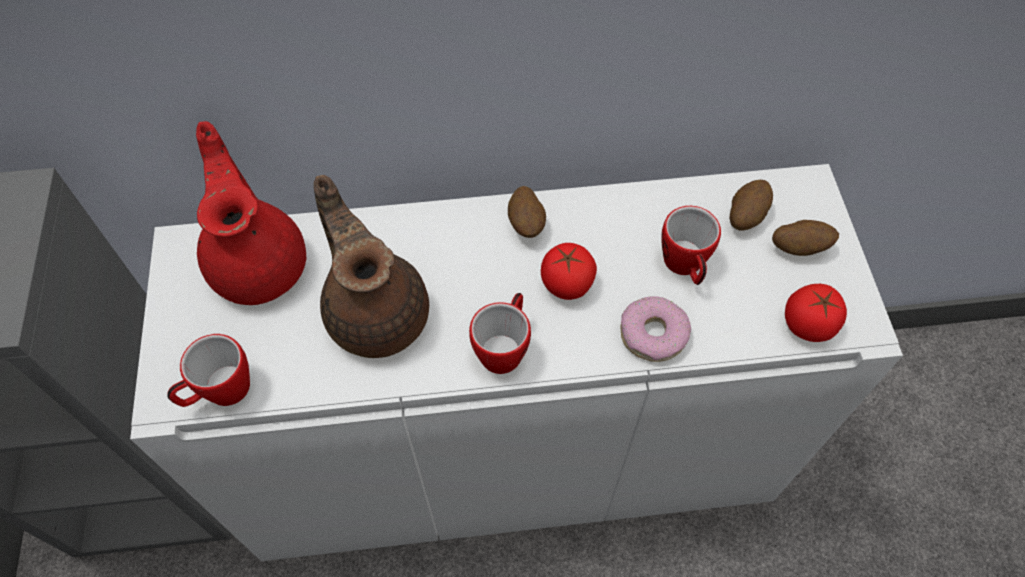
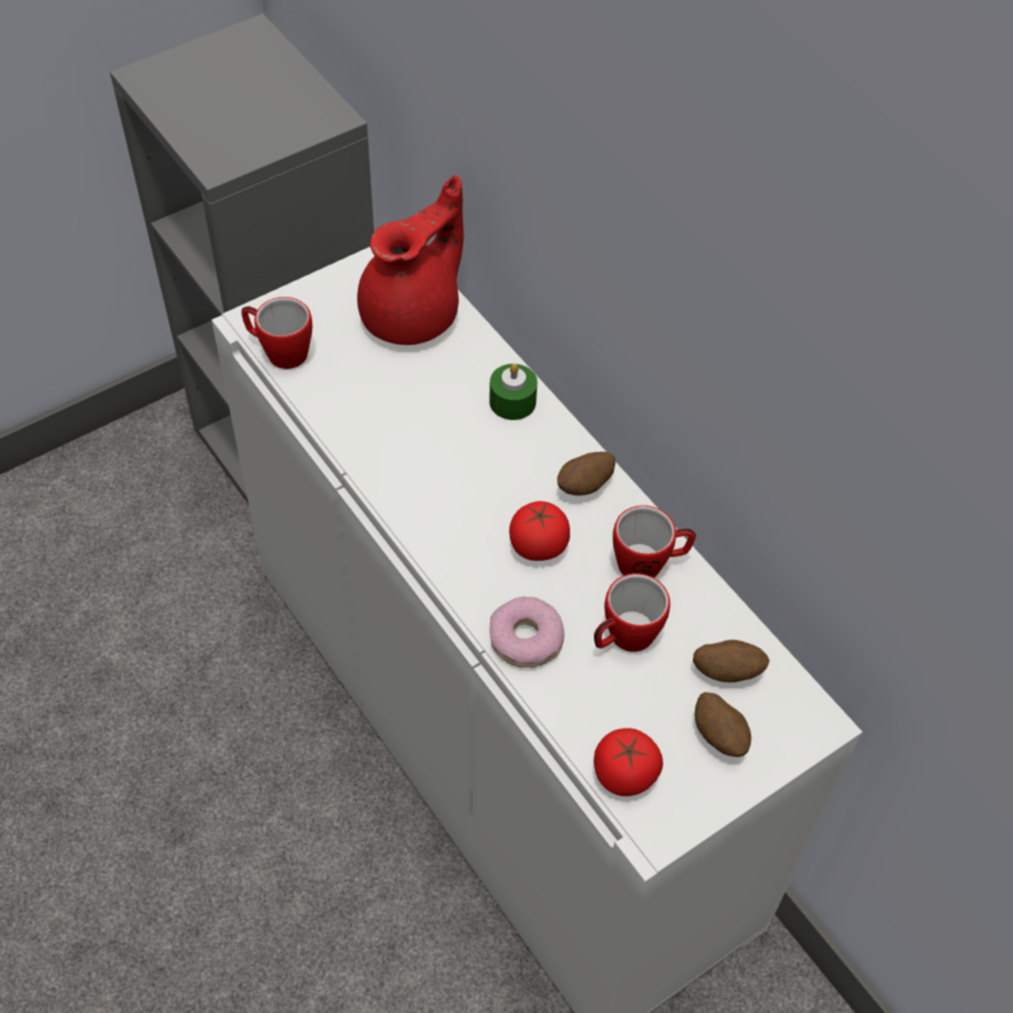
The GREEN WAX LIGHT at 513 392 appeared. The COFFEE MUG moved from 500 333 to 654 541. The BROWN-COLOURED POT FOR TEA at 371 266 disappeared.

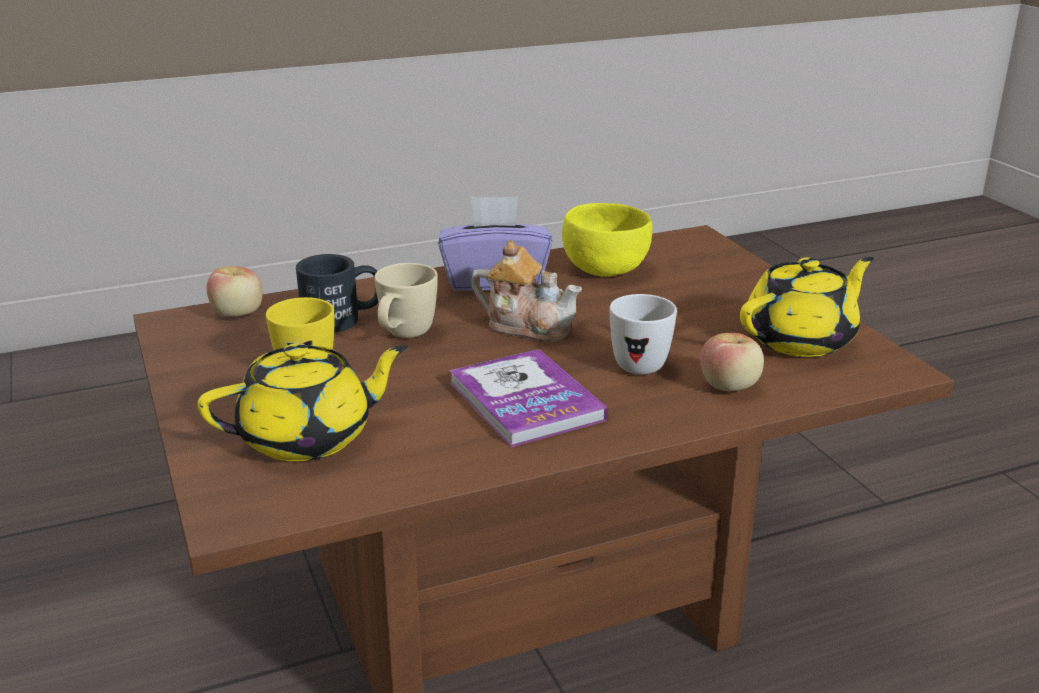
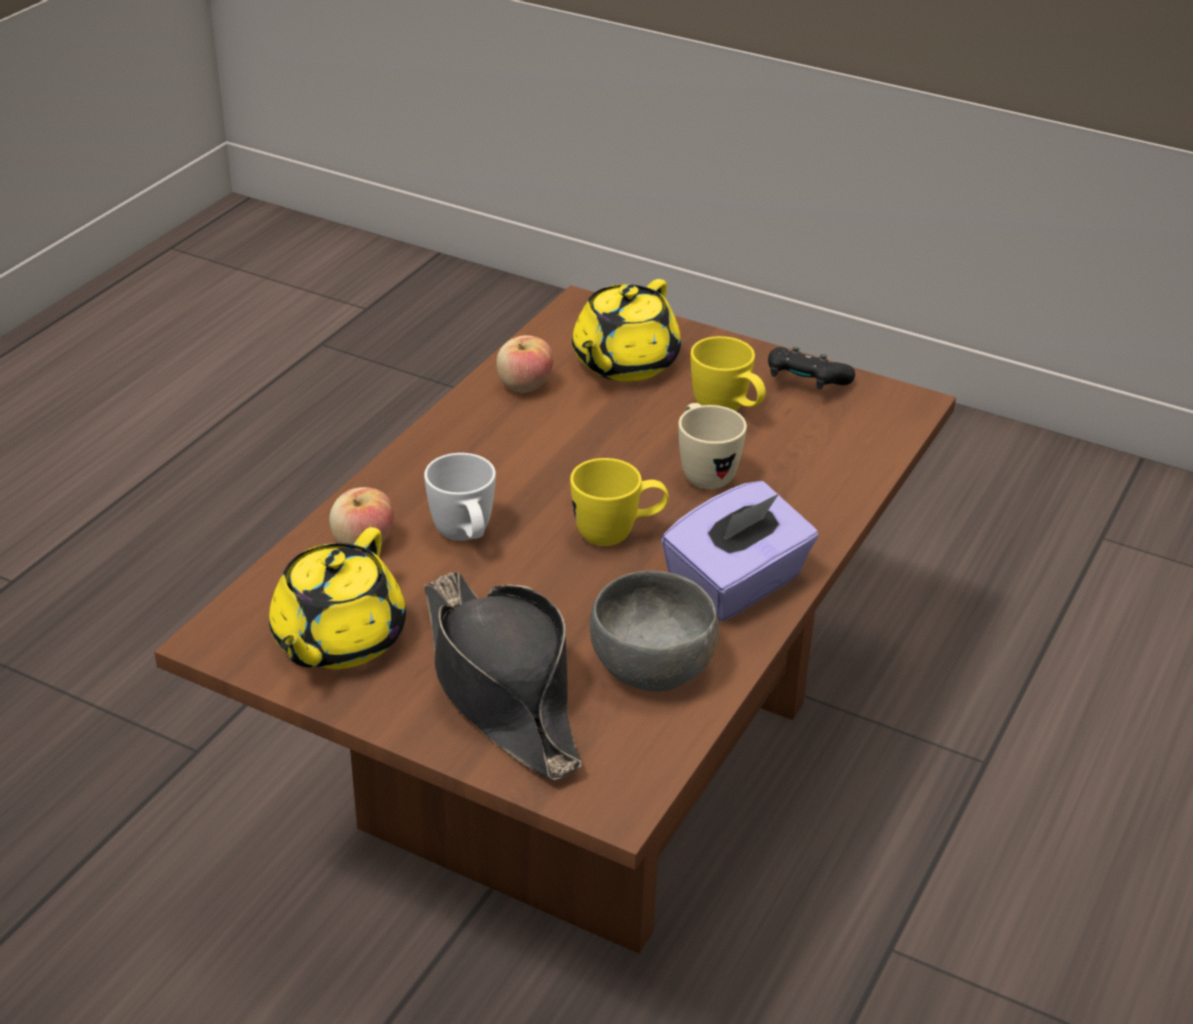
The BLACK-COLOURED CLOTHING HAT at 503 675 appeared. The APPLE FRUIT moved from 235 291 to 525 364. The POT FOR TEA at 526 291 was replaced by the YELLOWISH COFFEE MUG at 619 502. The YELLOWISH BOWL at 607 240 became the GREY BOWL at 654 631. The BLACK-COLOURED JOYPAD at 811 368 appeared. The BLACK-COLOURED COFFEE MUG at 337 293 disappeared. The VOLUME at 528 398 disappeared.

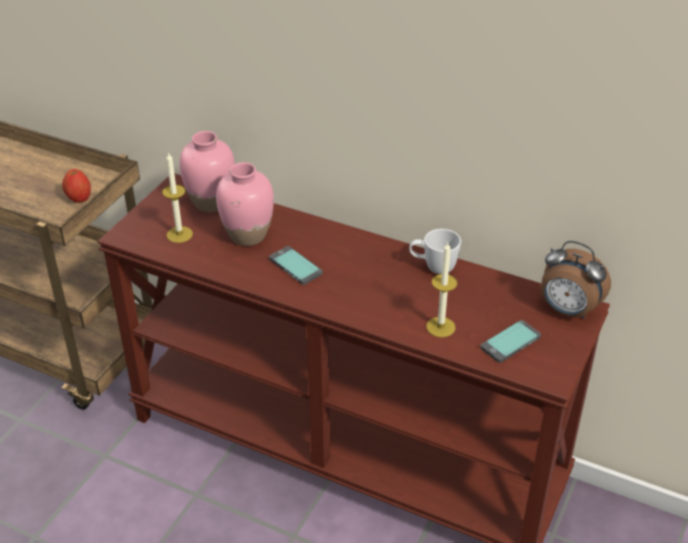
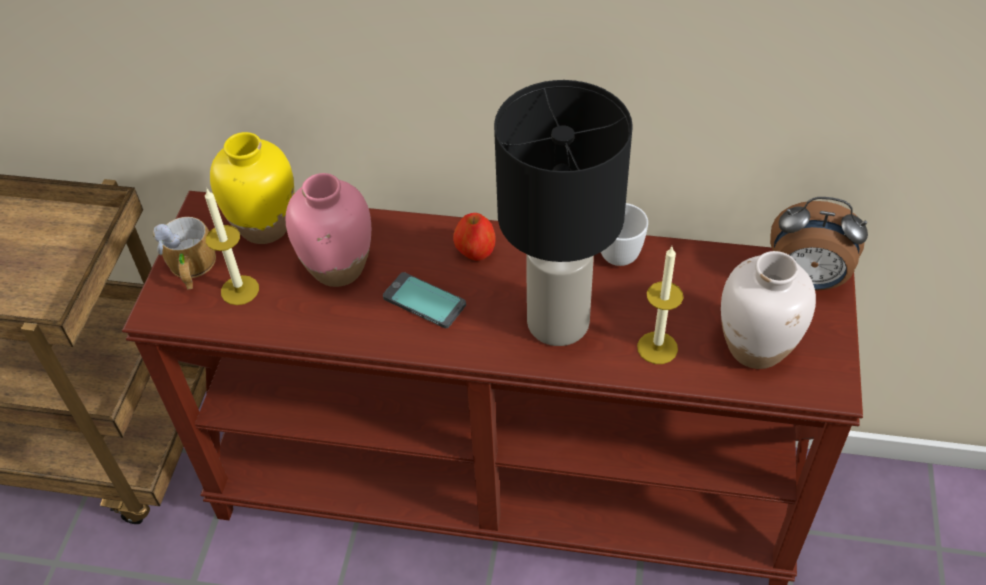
The COFFEE MUG at 184 253 appeared. The PINK-COLOURED DECORATIVE VASE at 207 171 became the YELLOWISH DECORATIVE VASE at 252 188. The APPLE FRUIT moved from 76 186 to 474 237. The BLACK-COLOURED LAMP FOR A TABLE at 563 213 appeared. The TELEPHONE at 510 341 was replaced by the WHITE-COLOURED DECORATIVE VASE at 768 310.

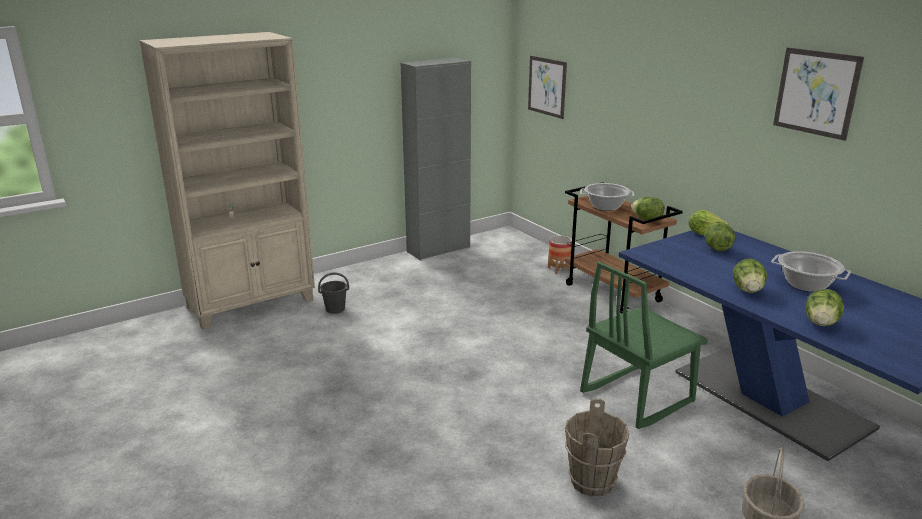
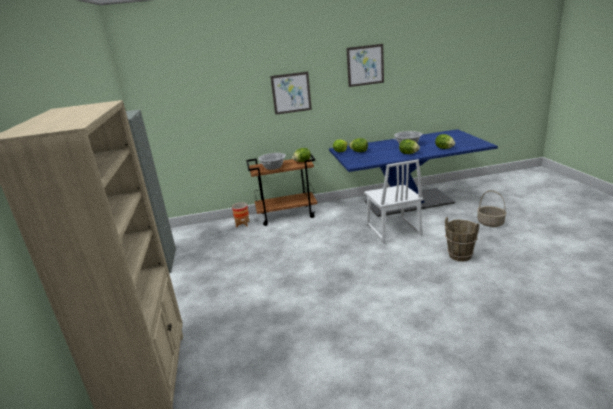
The PICTURE moved from 547 87 to 291 93. The GREEN UPRIGHT CHAIR at 644 345 became the WHITE-COLOURED UPRIGHT CHAIR at 393 201. The GREY BUCKET at 333 293 disappeared.

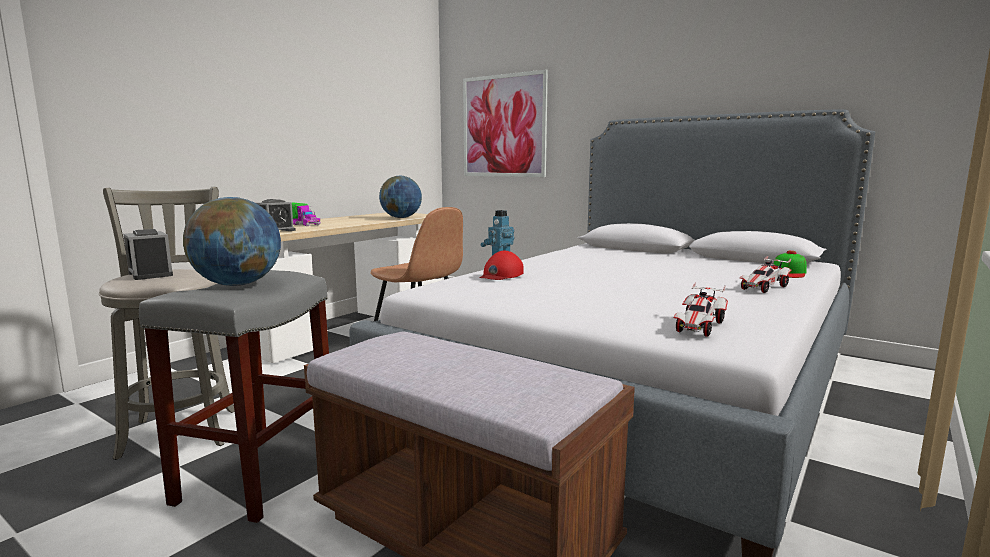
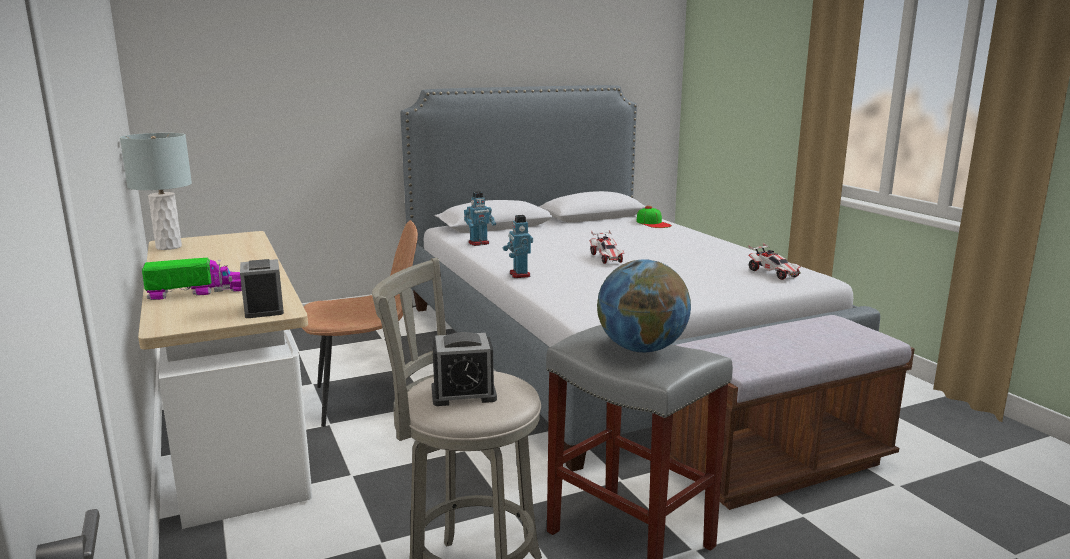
The GREY LAMP FOR A TABLE at 156 191 appeared. The TOY ROBOT at 480 218 appeared. The MODEL CAR moved from 766 274 to 606 247. The WORLD GLOBE at 400 197 disappeared. The PICTURE at 505 123 disappeared. The RED-COLOURED BASEBALL CAP at 502 265 disappeared.

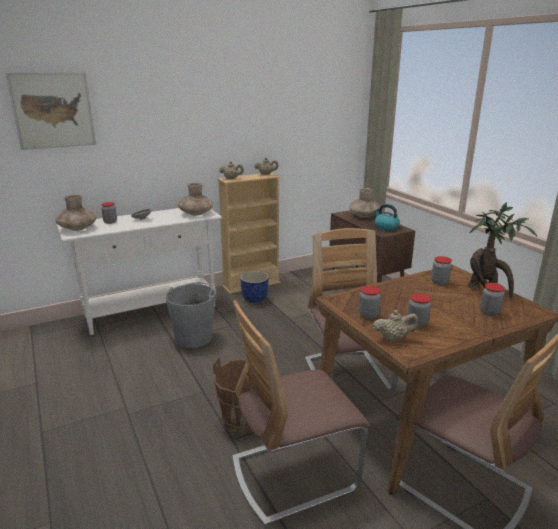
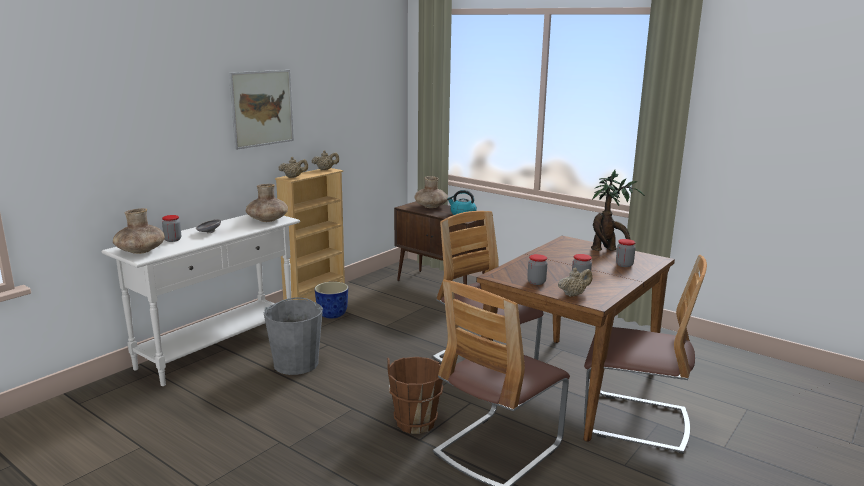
The PICTURE moved from 50 111 to 261 110. The PRESERVE JAR at 441 270 disappeared.

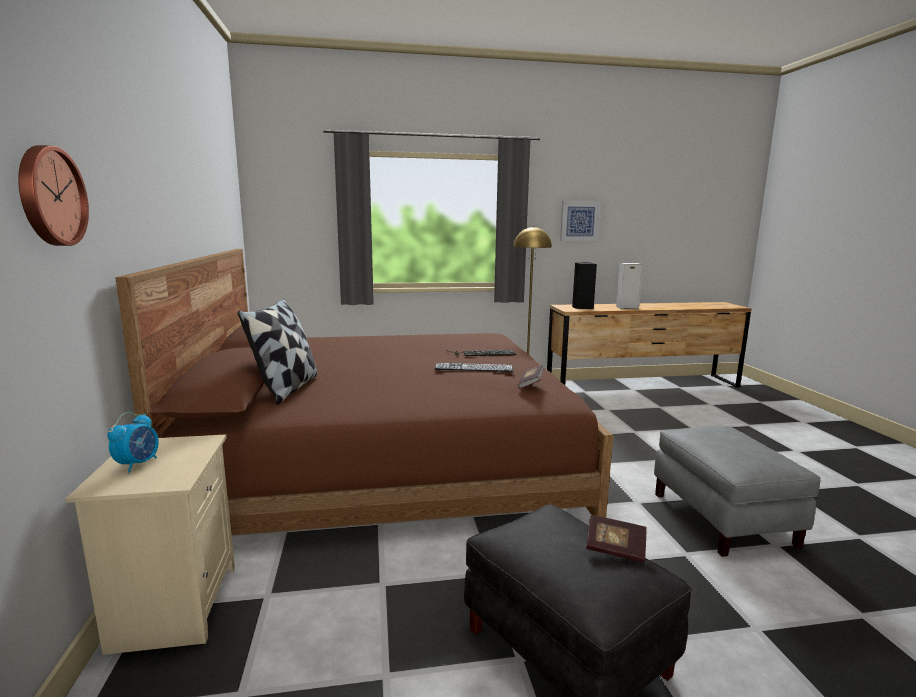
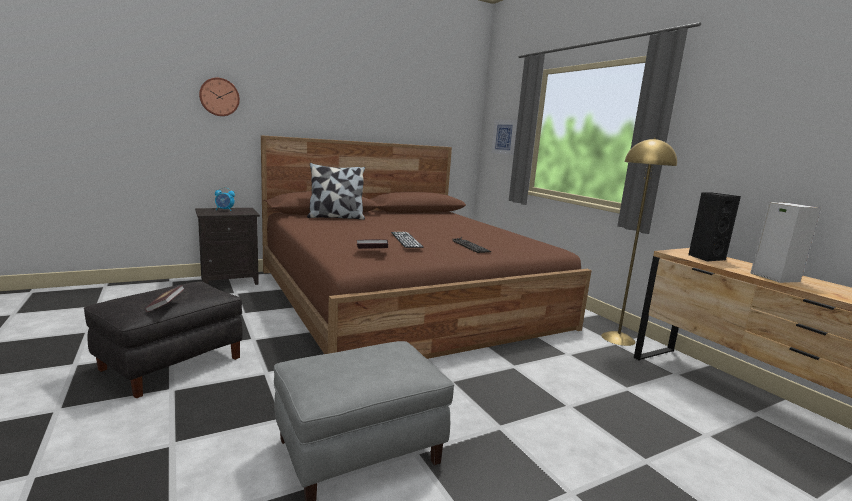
The SAND-COLOURED NIGHT TABLE at 150 544 became the BLACK-COLOURED NIGHT TABLE at 227 246. The PICTURE moved from 580 221 to 504 137.

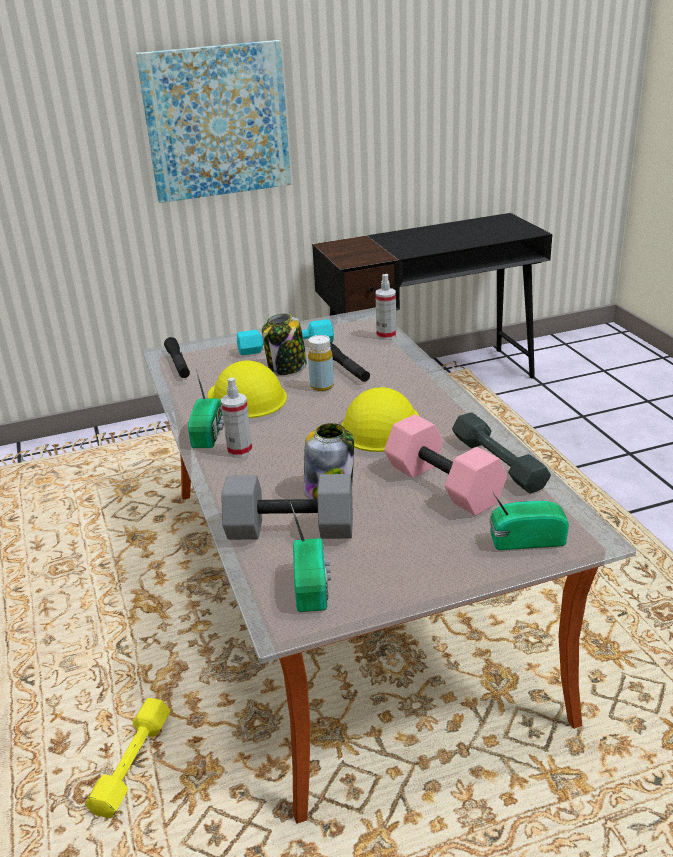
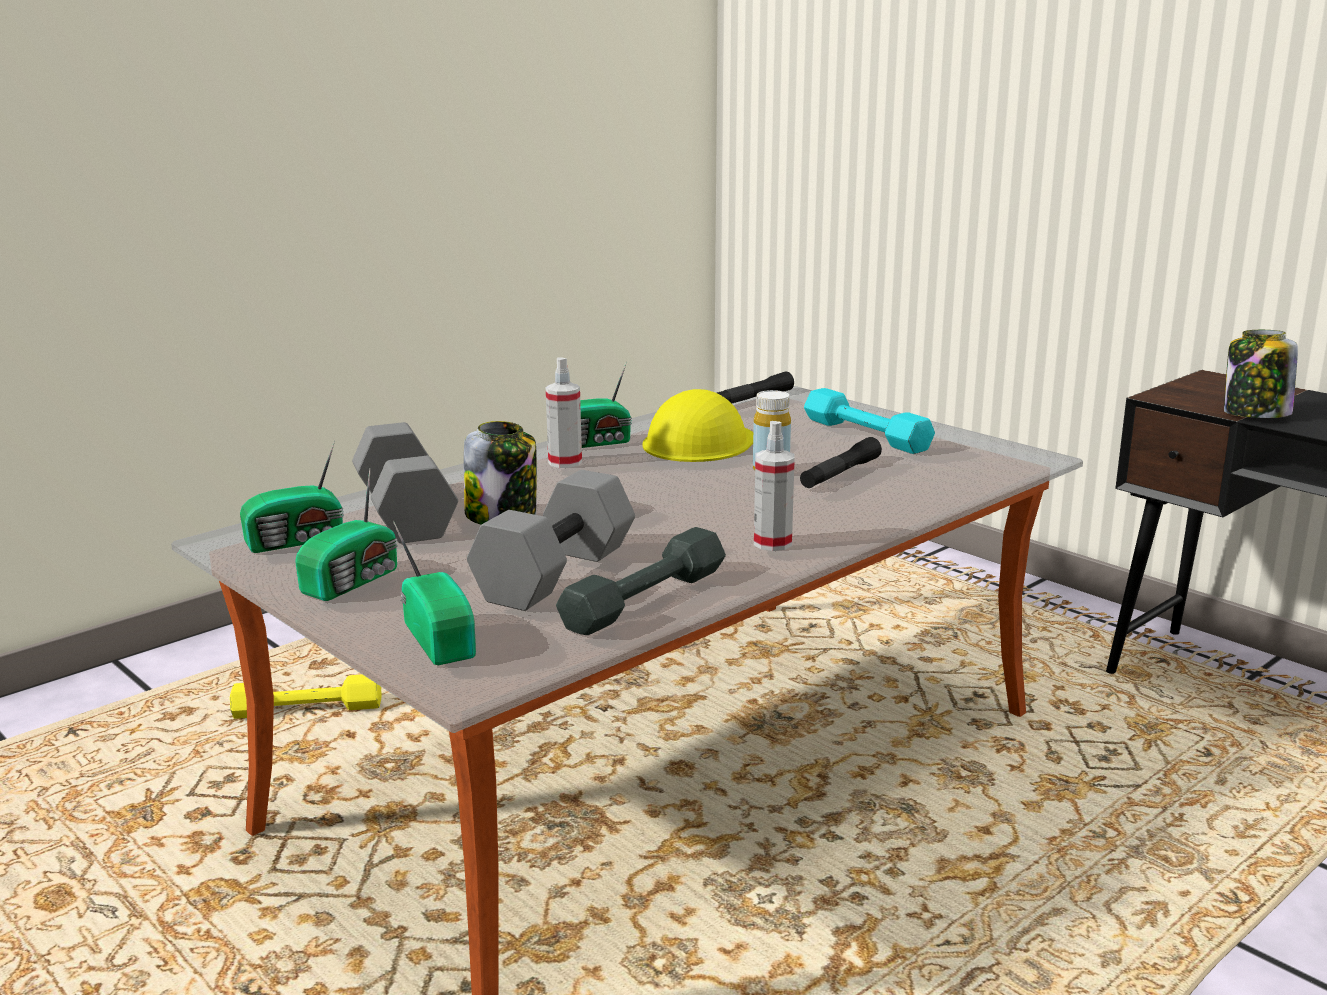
The RADIO at 346 534 appeared. The PINK-COLOURED HAND WEIGHT at 445 465 became the GREY HAND WEIGHT at 551 540. The SPRAYER moved from 385 307 to 774 486. The PRESERVE JAR moved from 284 344 to 1261 374. The PICTURE at 213 121 disappeared. The YELLOWISH SAFETY HELMET at 380 419 disappeared.

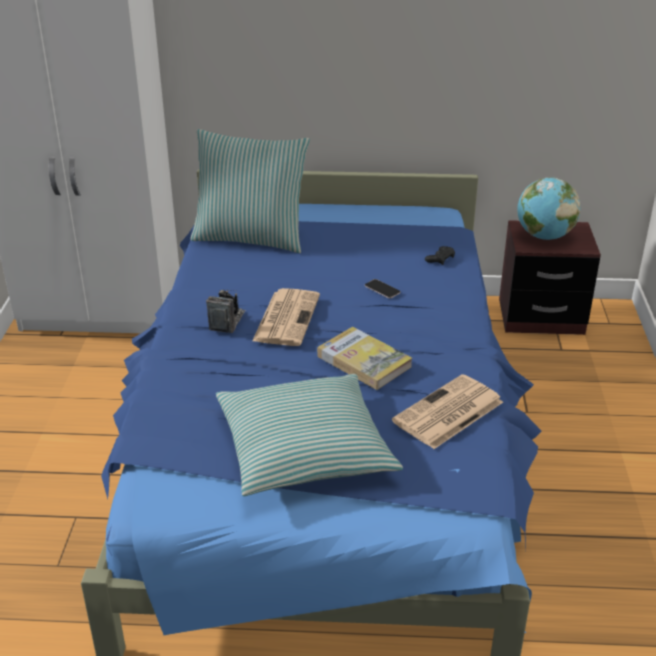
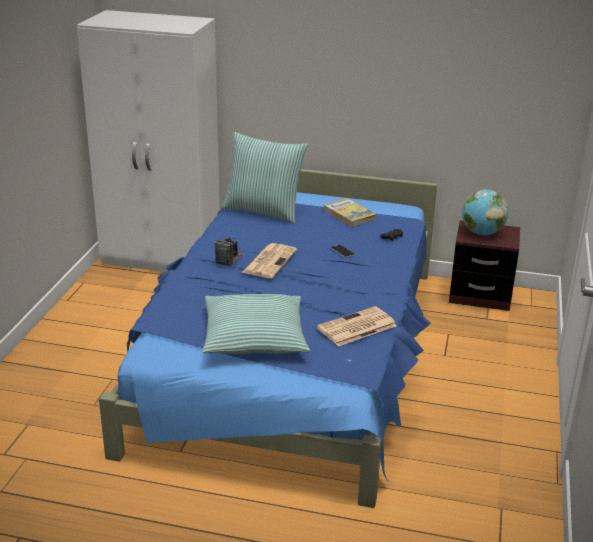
The VOLUME moved from 364 358 to 350 212.

